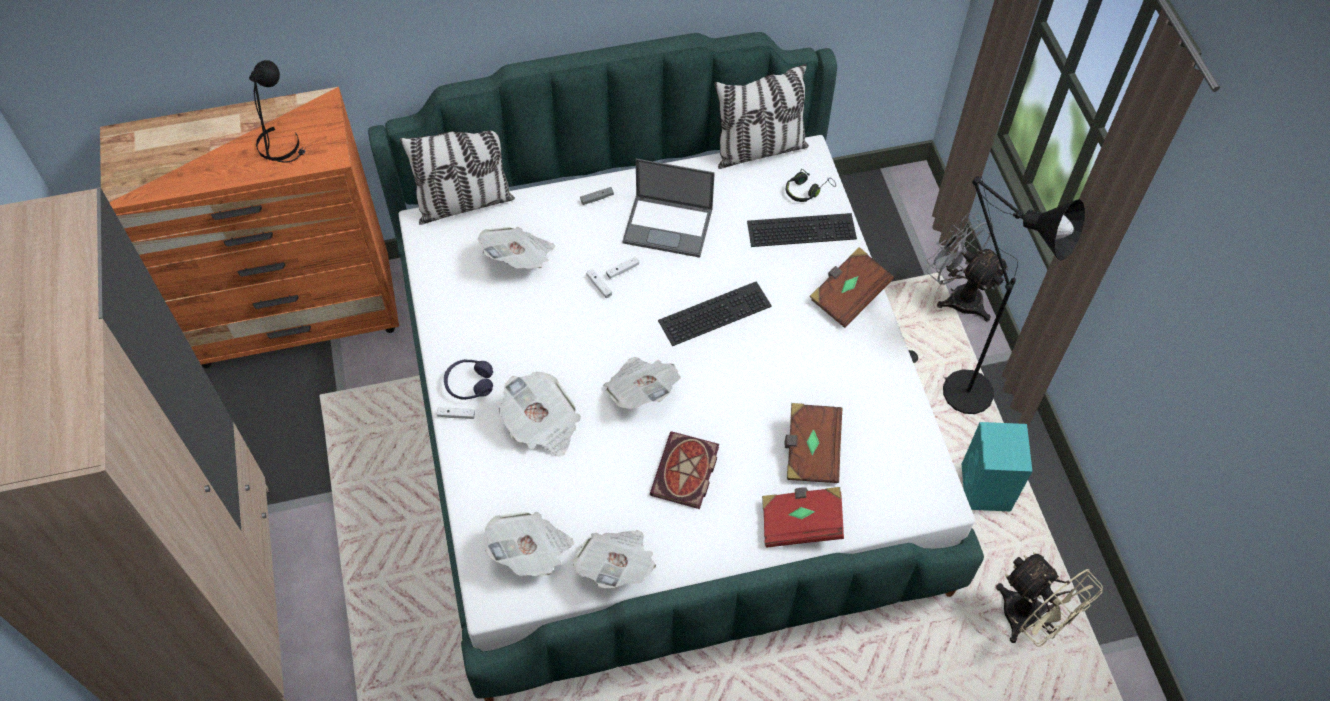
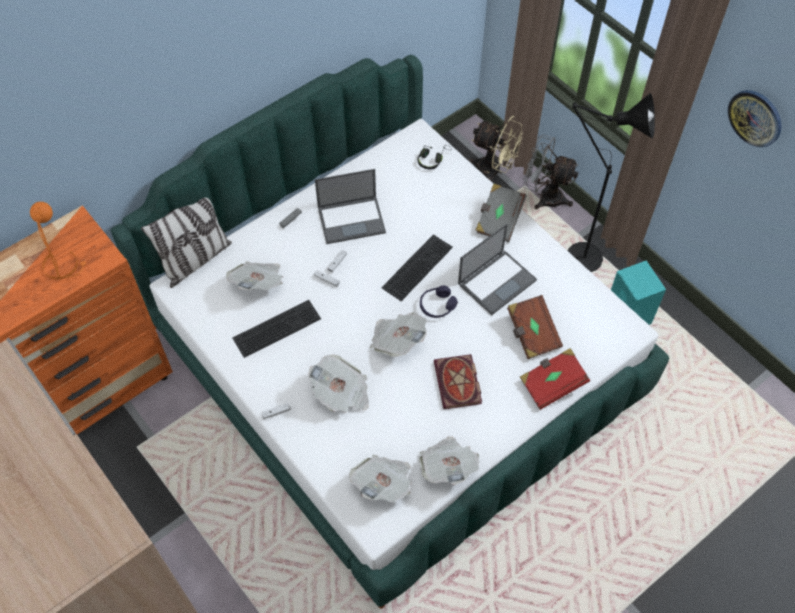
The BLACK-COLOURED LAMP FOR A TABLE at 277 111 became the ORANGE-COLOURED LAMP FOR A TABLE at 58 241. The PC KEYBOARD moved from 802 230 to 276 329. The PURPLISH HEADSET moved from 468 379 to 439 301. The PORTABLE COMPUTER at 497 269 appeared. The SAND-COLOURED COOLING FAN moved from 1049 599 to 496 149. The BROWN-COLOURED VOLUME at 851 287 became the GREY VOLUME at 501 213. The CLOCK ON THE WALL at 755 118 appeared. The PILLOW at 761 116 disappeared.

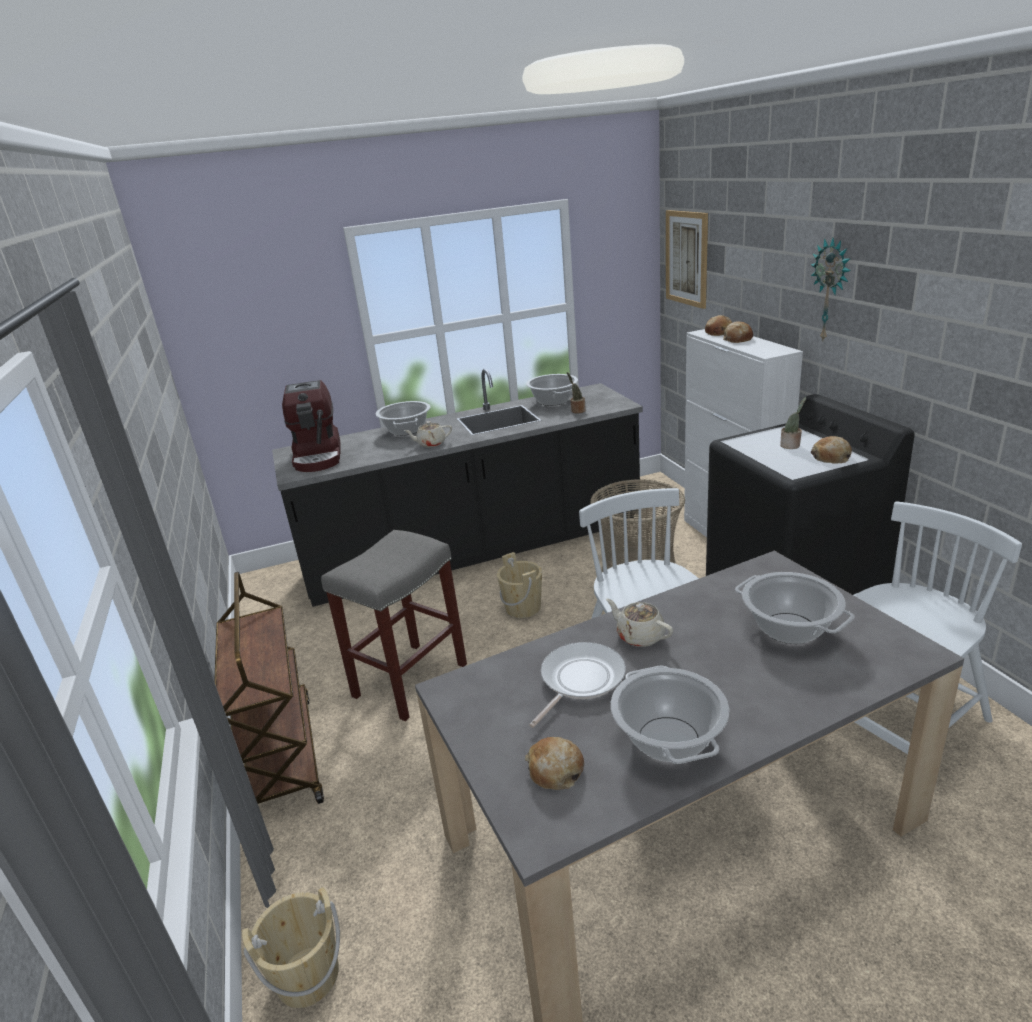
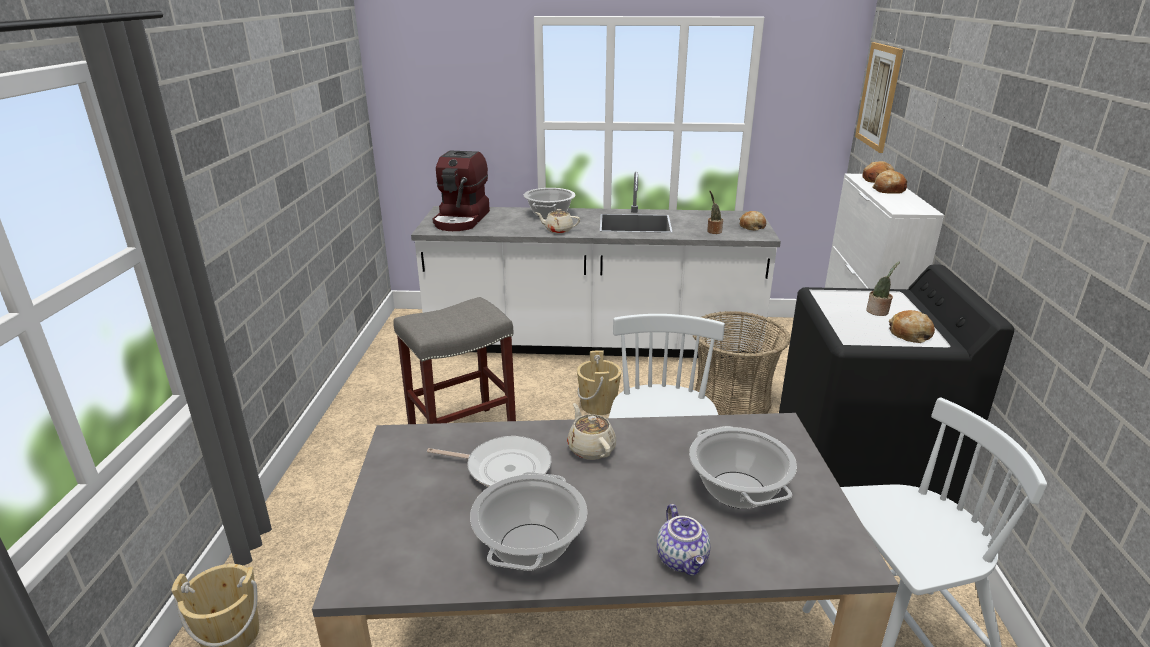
The BLACK-COLOURED COUNTER at 457 488 became the WHITE-COLOURED COUNTER at 596 266. The FRYING PAN at 577 685 turned 45 degrees clockwise. The POT FOR TEA at 684 540 appeared. The BAKERY BREAD moved from 554 763 to 753 221. The BROWN-COLOURED WHEELED CART at 269 688 disappeared. The STOCKPOT at 552 390 disappeared. The CLOCK ON THE WALL at 830 289 disappeared.

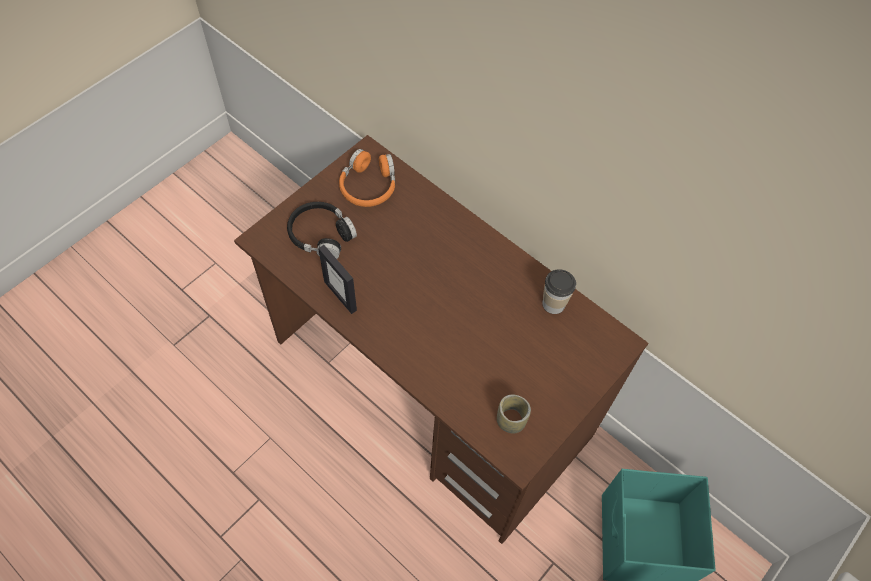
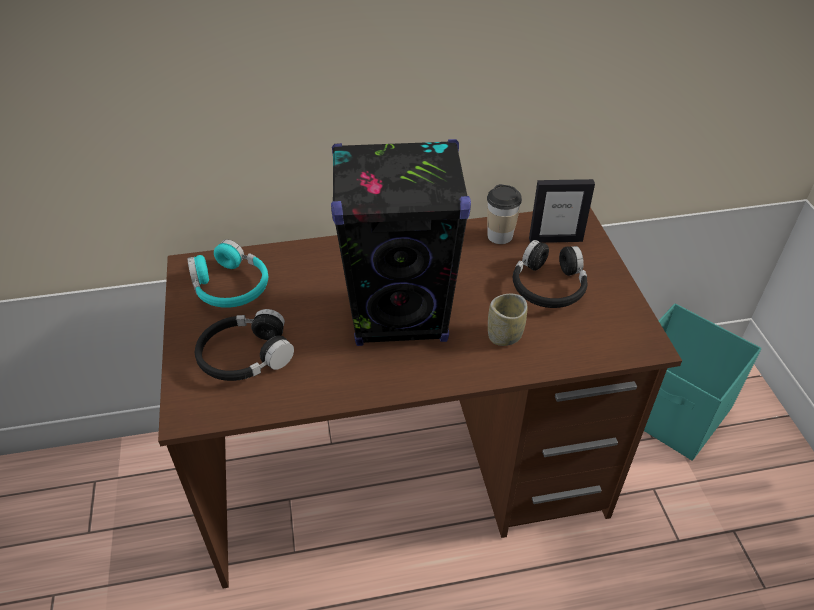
The ORANGE-COLOURED HEADSET at 367 178 became the TURQUOISE-COLOURED HEADSET at 227 274. The BLACK-COLOURED AUDIO SPEAKER at 401 242 appeared. The DRINKING CUP moved from 514 414 to 507 320. The BLACK-COLOURED HEADSET at 550 274 appeared. The PHOTO FRAME moved from 337 279 to 562 211.

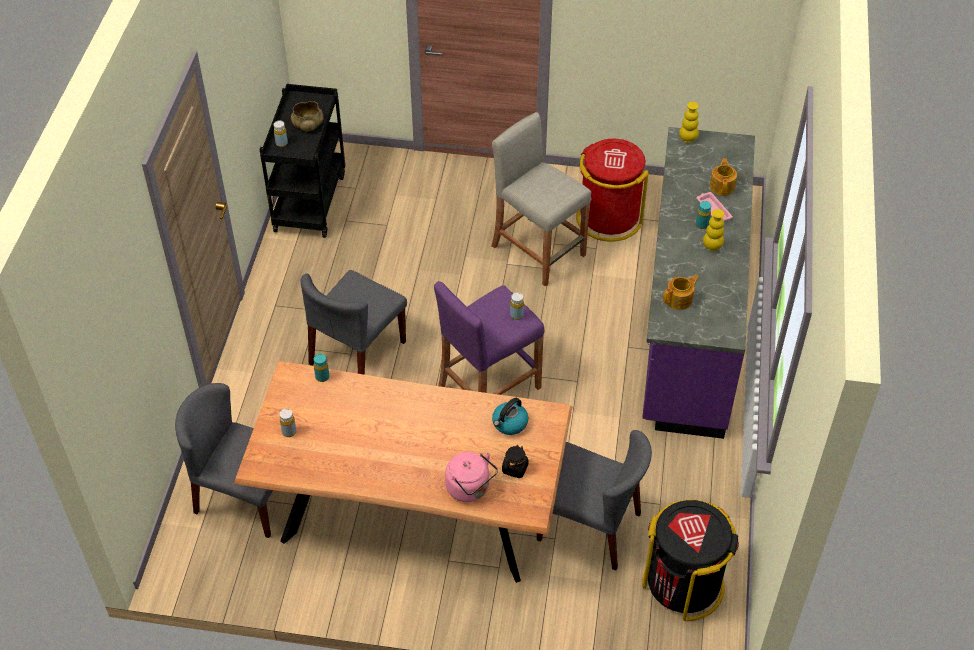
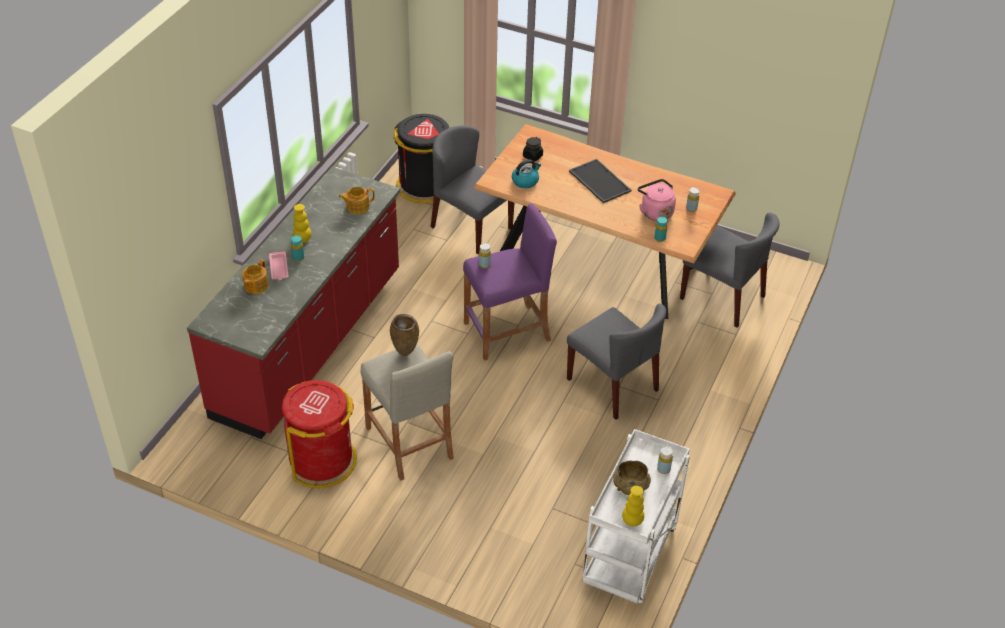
The PURPLISH COUNTER at 698 283 became the RED-COLOURED COUNTER at 293 303. The BROWN-COLOURED DECORATIVE VASE at 404 335 appeared. The GREY UPRIGHT CHAIR at 353 322 turned 90 degrees clockwise. The SERVING TRAY at 600 181 appeared. The BLACK-COLOURED WHEELED CART at 302 161 became the WHITE-COLOURED WHEELED CART at 636 516. The YELLOWISH DECORATIVE VASE moved from 689 122 to 633 506. The PINK-COLOURED TEA KETTLE moved from 471 477 to 657 200.

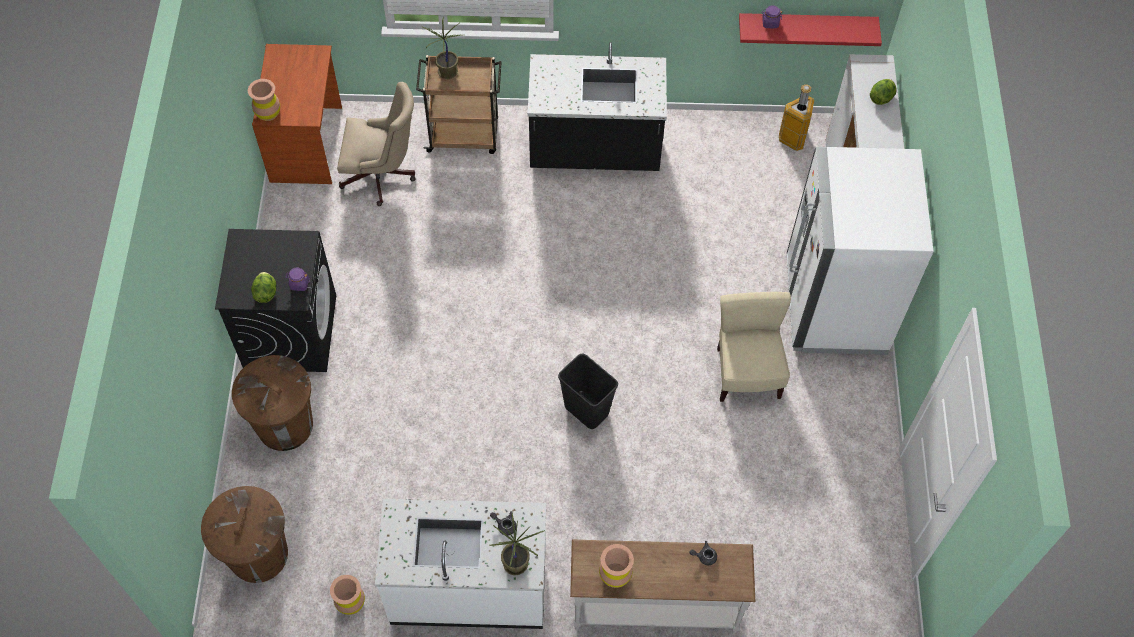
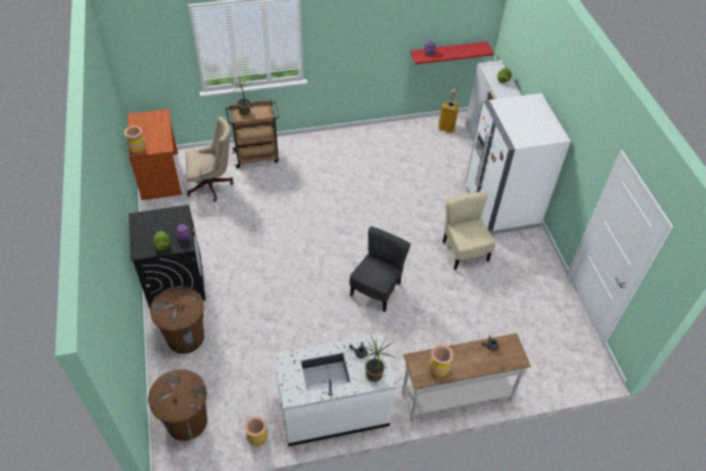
The BLACK-COLOURED RUBBISH BIN at 588 391 was replaced by the GREY UPRIGHT CHAIR at 380 269. The BLACK-COLOURED COUNTER at 597 106 disappeared.

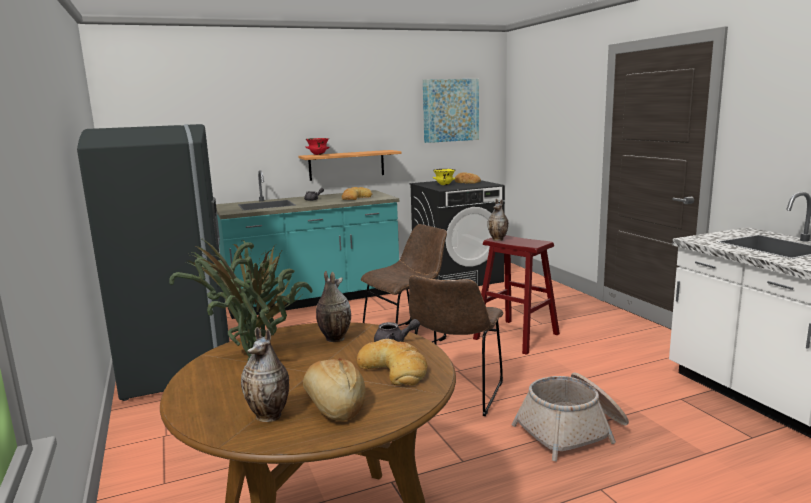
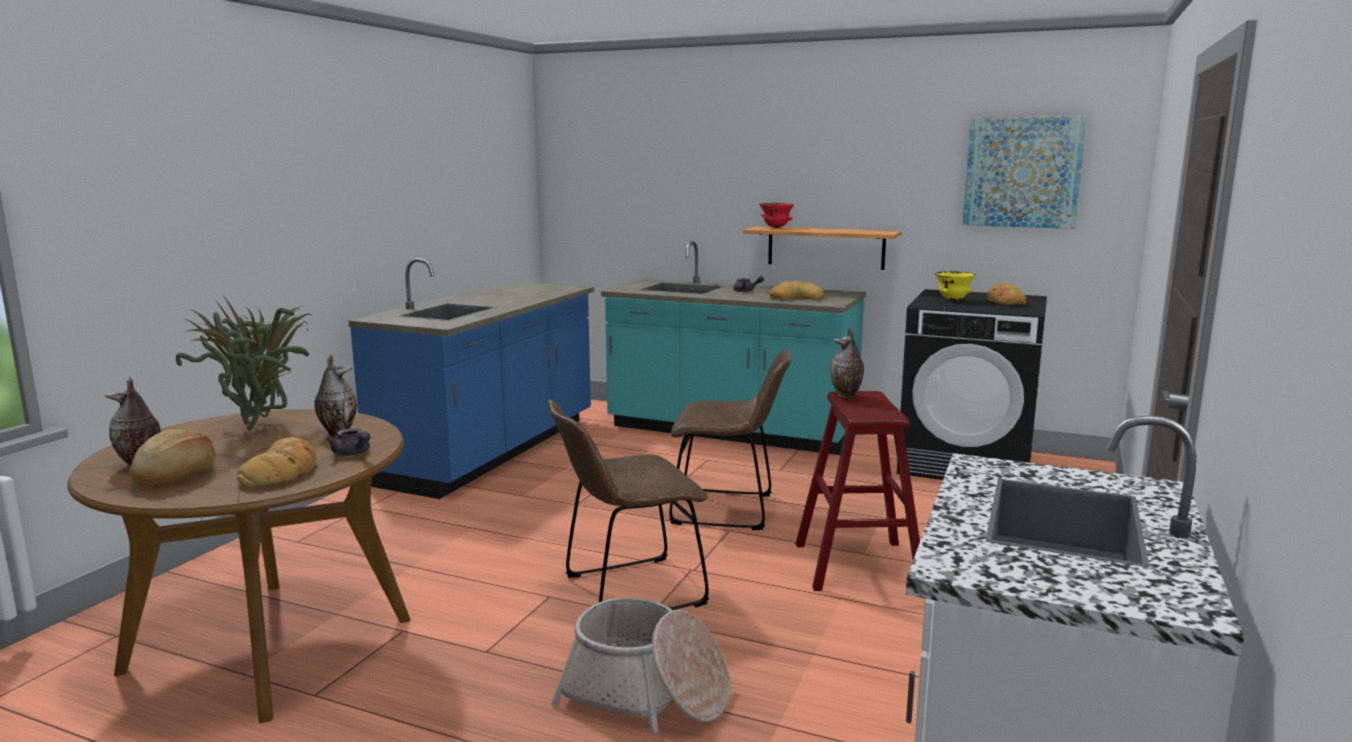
The GREY FRIDGE at 153 262 was replaced by the BLUE-COLOURED COUNTER at 471 378.

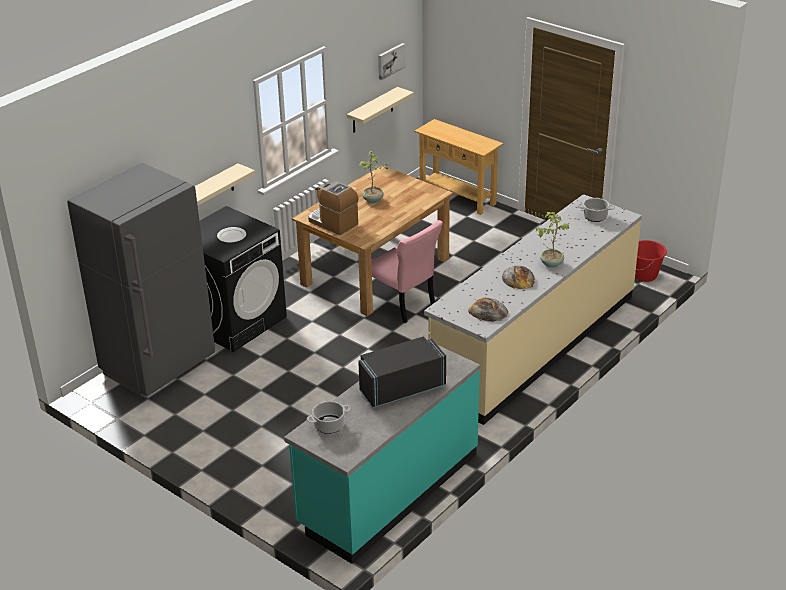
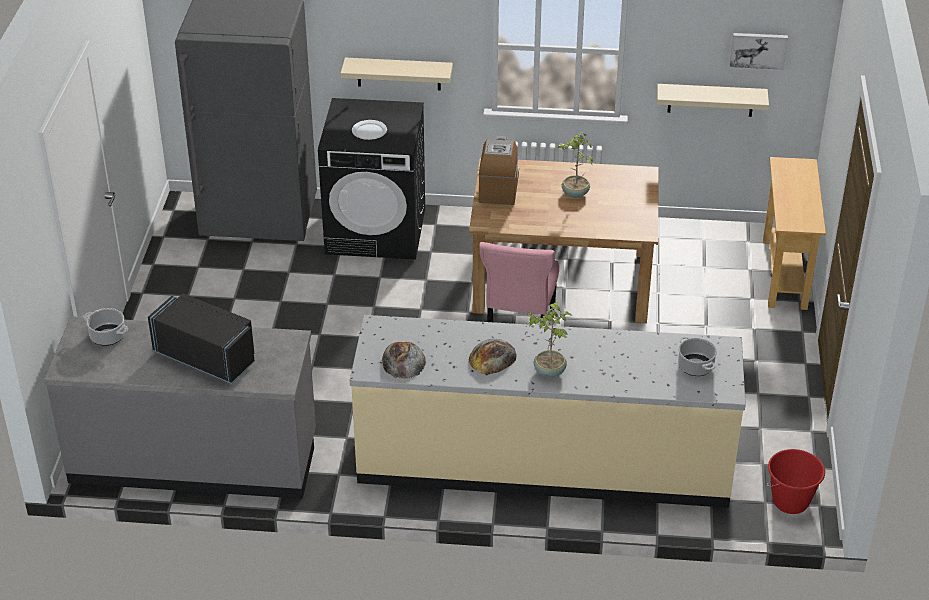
The TURQUOISE-COLOURED COUNTER at 382 450 became the GREY COUNTER at 180 407.

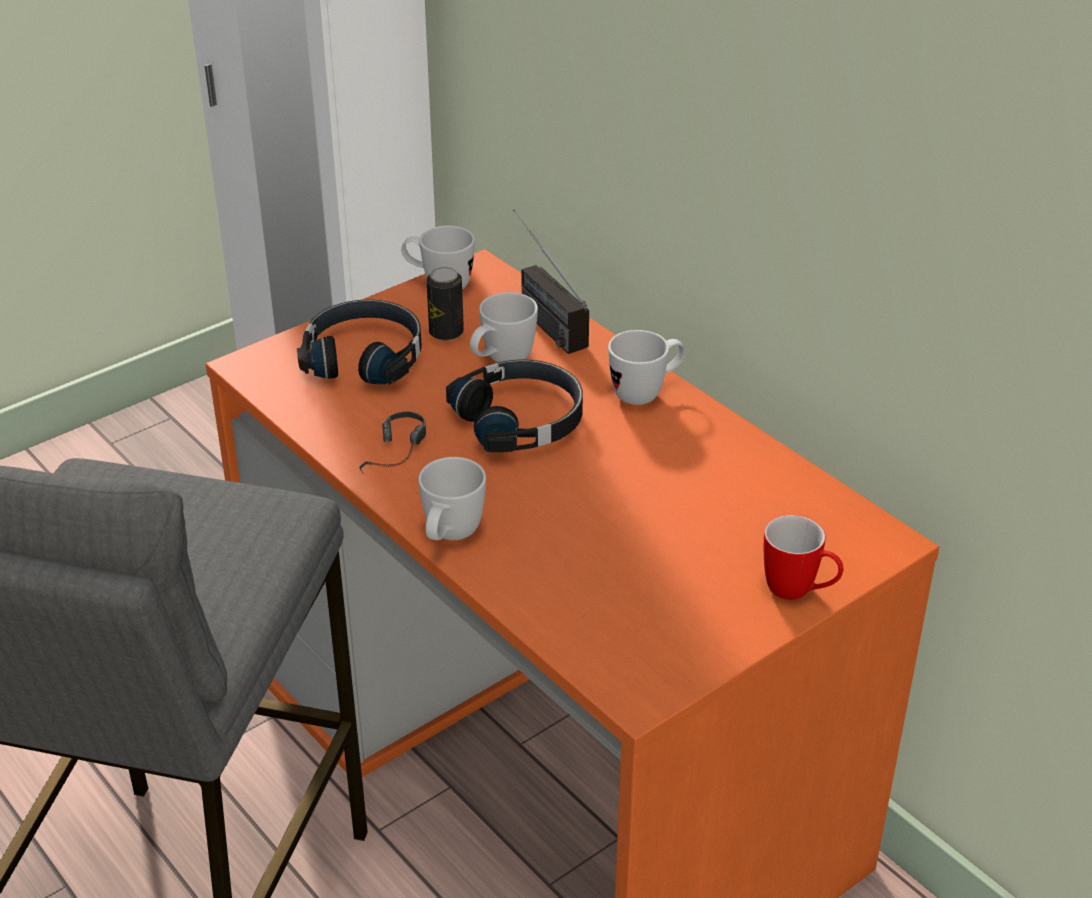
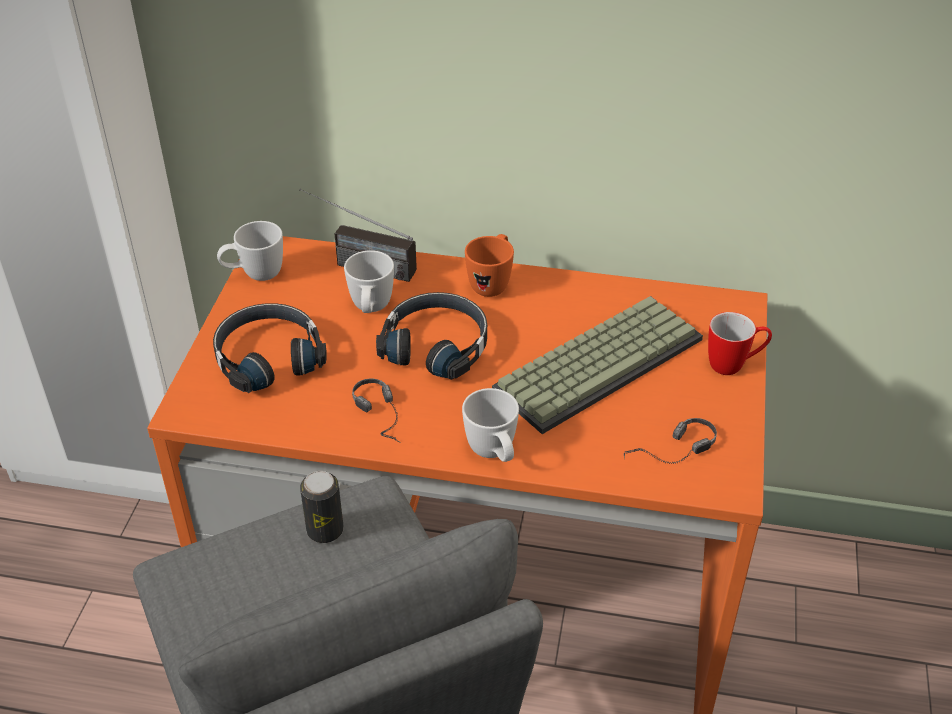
The CAN moved from 445 304 to 322 507. The WHITE-COLOURED COFFEE MUG at 647 367 became the ORANGE-COLOURED COFFEE MUG at 489 265. The PC KEYBOARD at 597 365 appeared. The HEADSET at 670 441 appeared.

